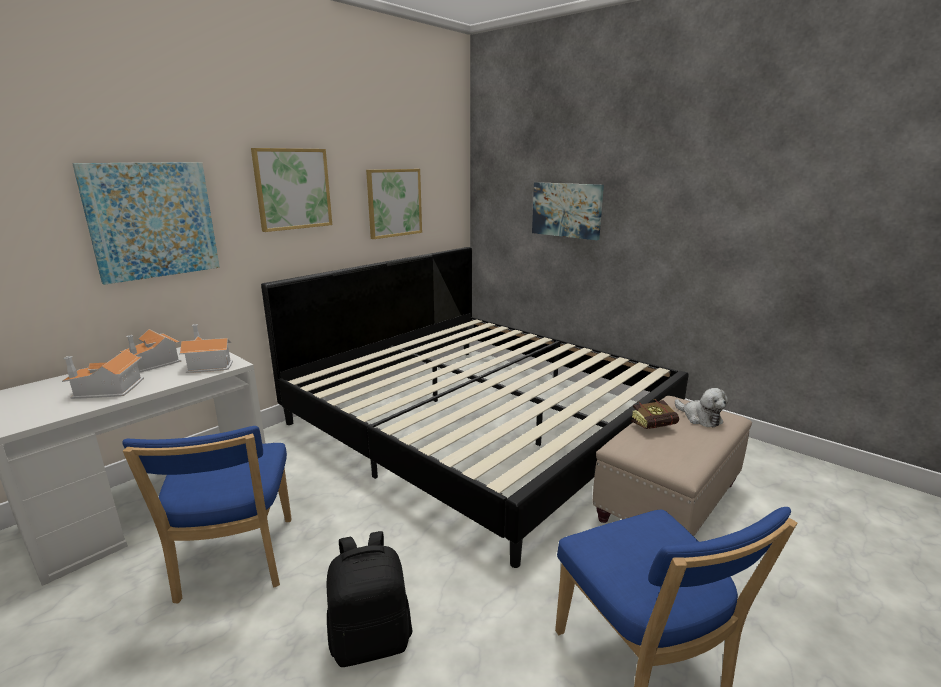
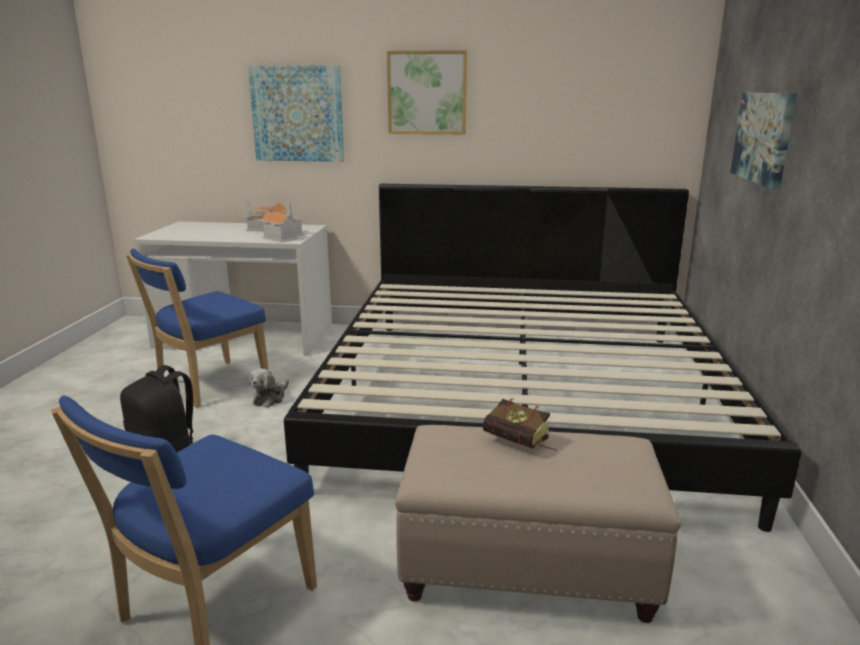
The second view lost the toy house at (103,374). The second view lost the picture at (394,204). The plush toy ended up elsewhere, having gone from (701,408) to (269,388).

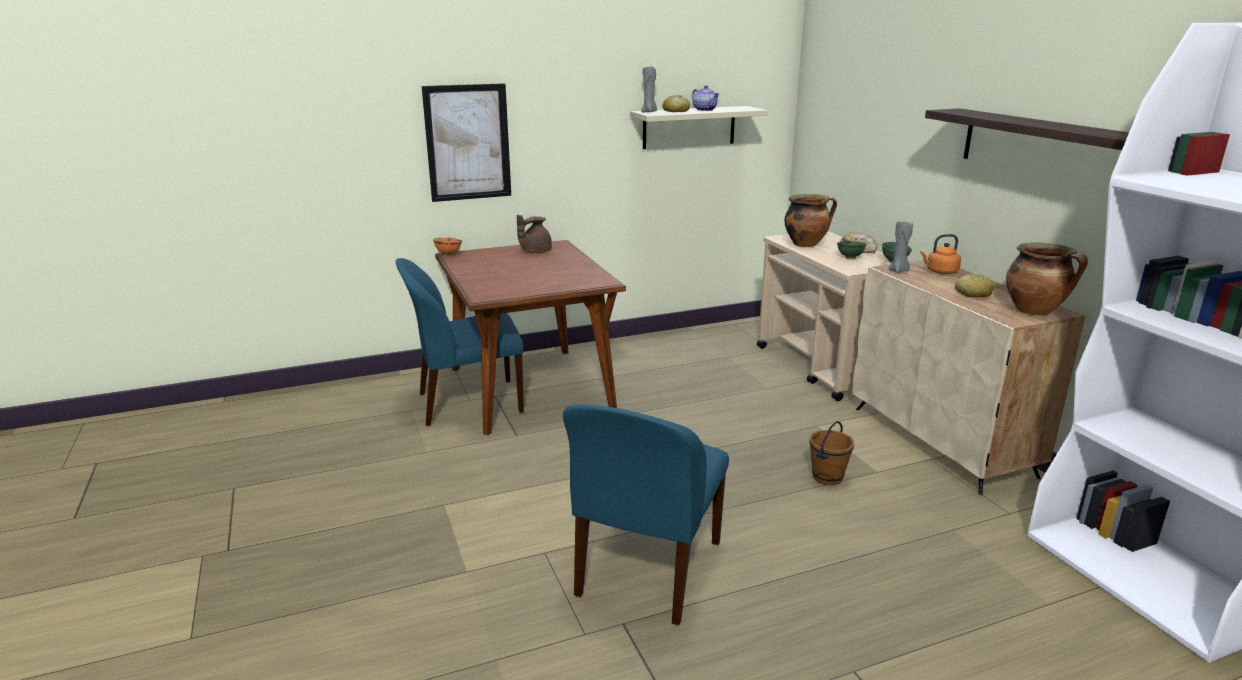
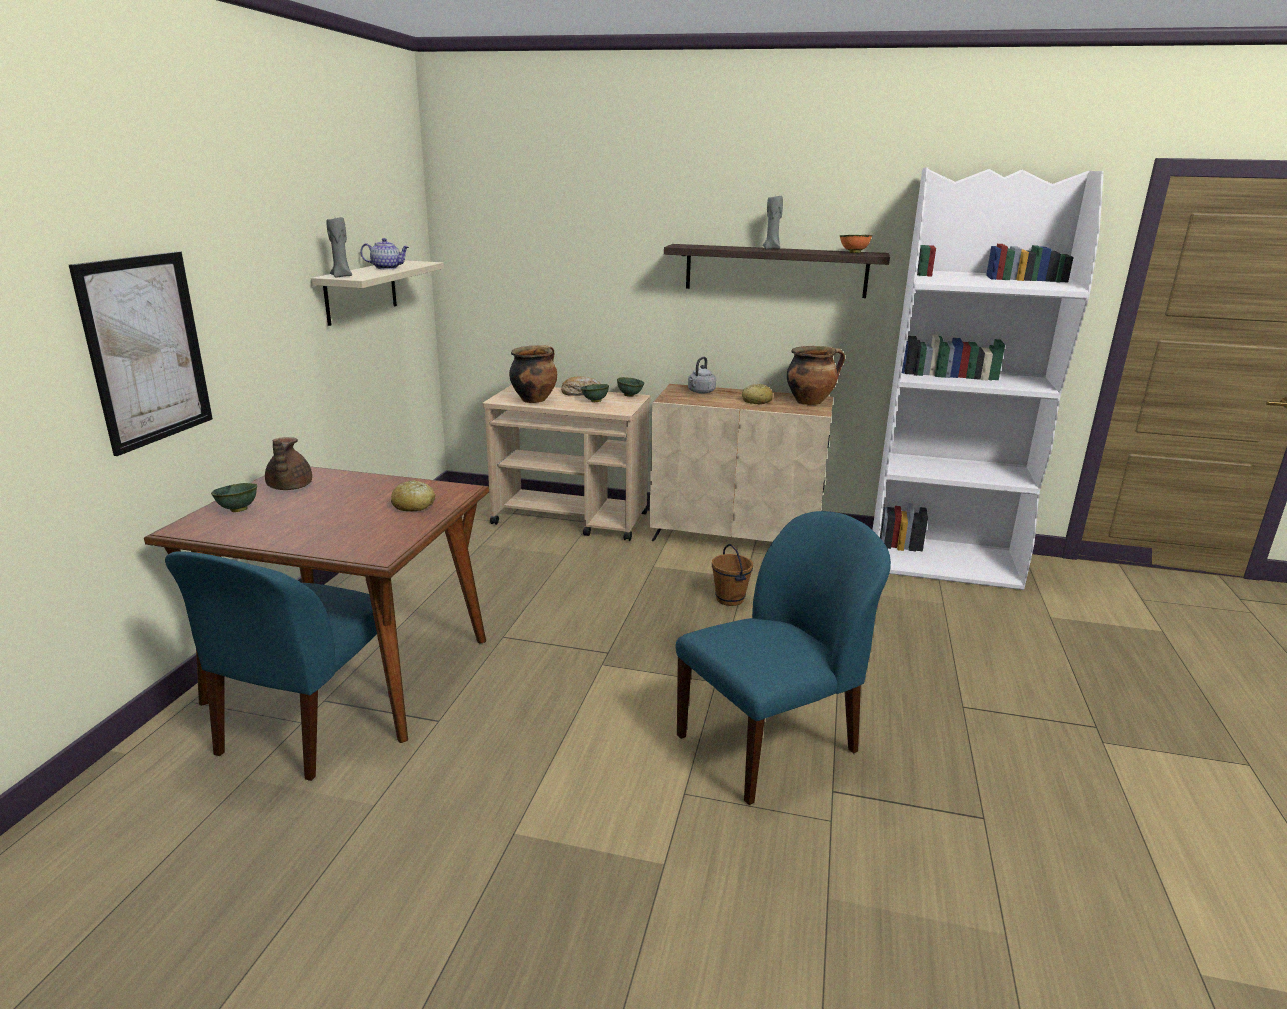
The second view gained the bowl/green at (234,497). The bowl/orange ended up elsewhere, having gone from (447,247) to (856,244). The bread ended up elsewhere, having gone from (676,103) to (413,495). The candle/grey ended up elsewhere, having gone from (901,247) to (773,223). What was the kettle/orange at (940,254) turned into the kettle/grey at (702,375). The chair/blue at (646,514) ended up facing another way, 90 degrees counterclockwise from before.

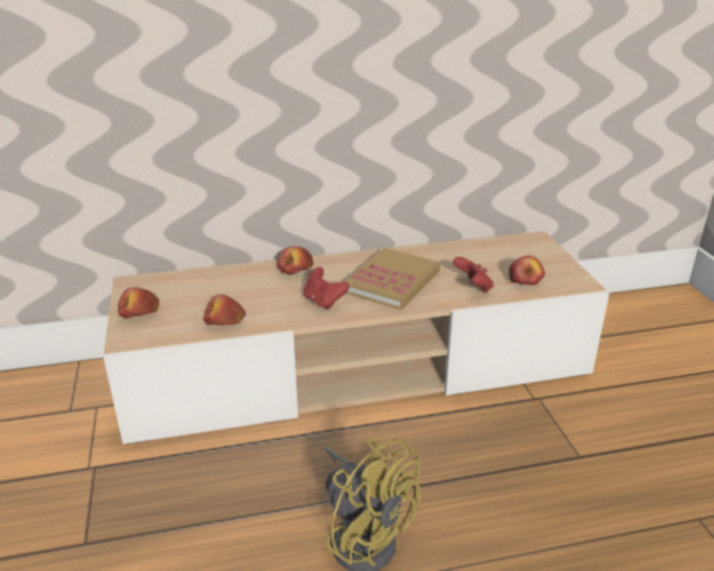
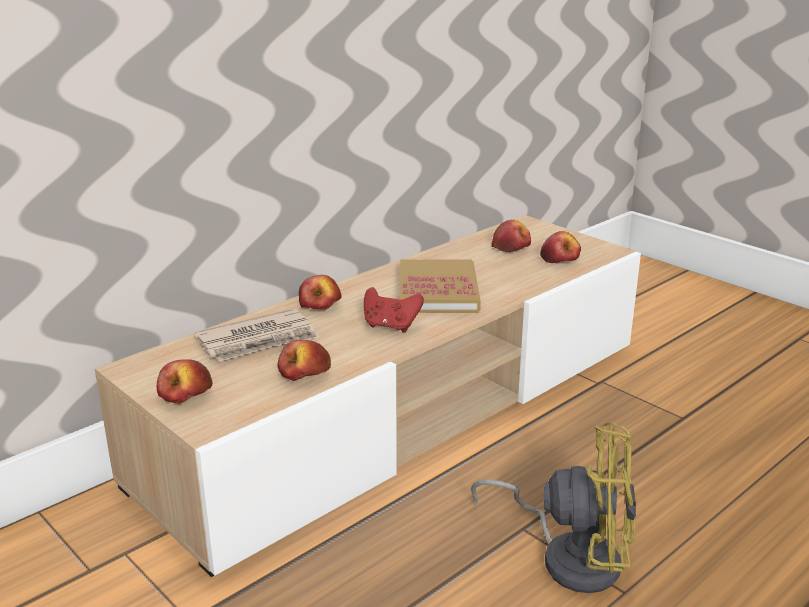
The second view lost the game controller/red at (473,275). The second view gained the newspaper at (257,335). The second view gained the apple at (511,236).

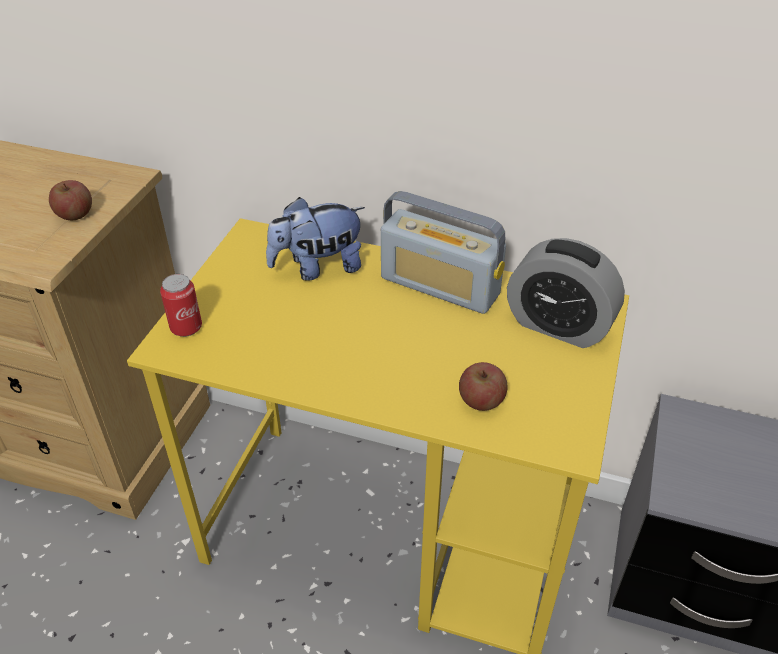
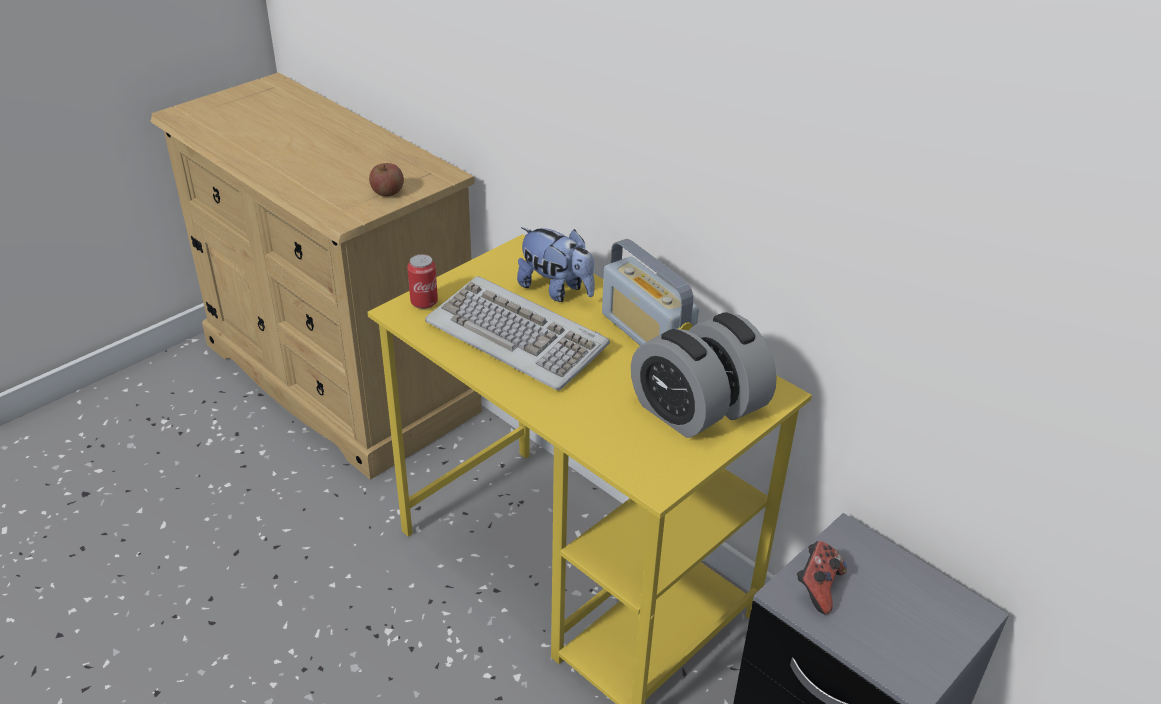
The second view lost the apple at (483,386). The second view gained the keyboard at (517,333). The second view gained the alarm clock at (681,383). The second view gained the game controller at (822,577). The plush toy at (315,239) ended up facing another way, 150 degrees counterclockwise from before.

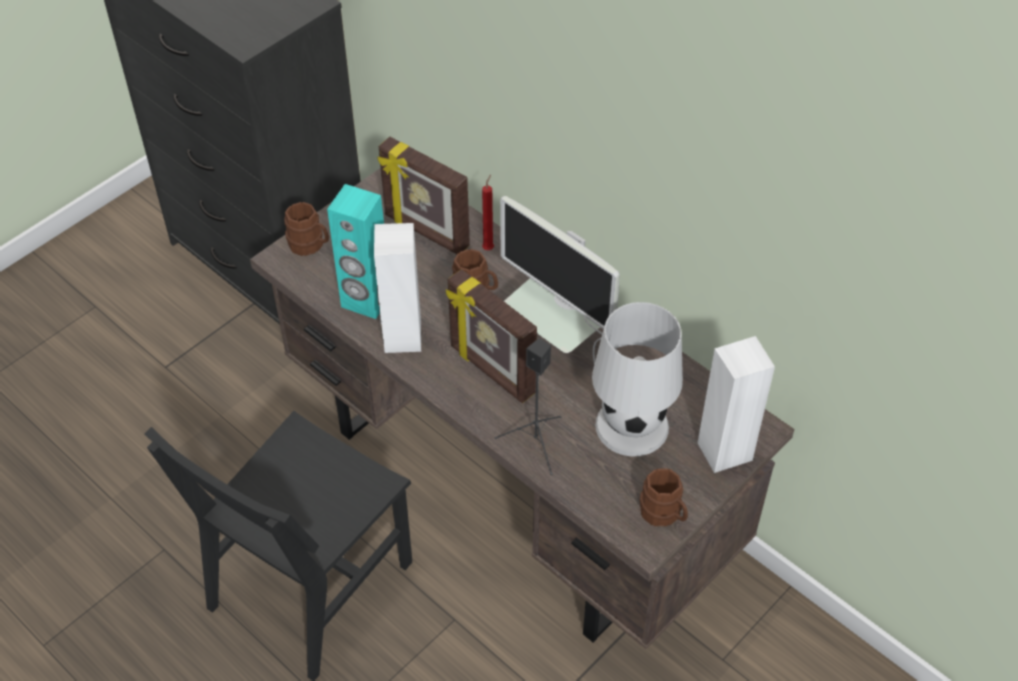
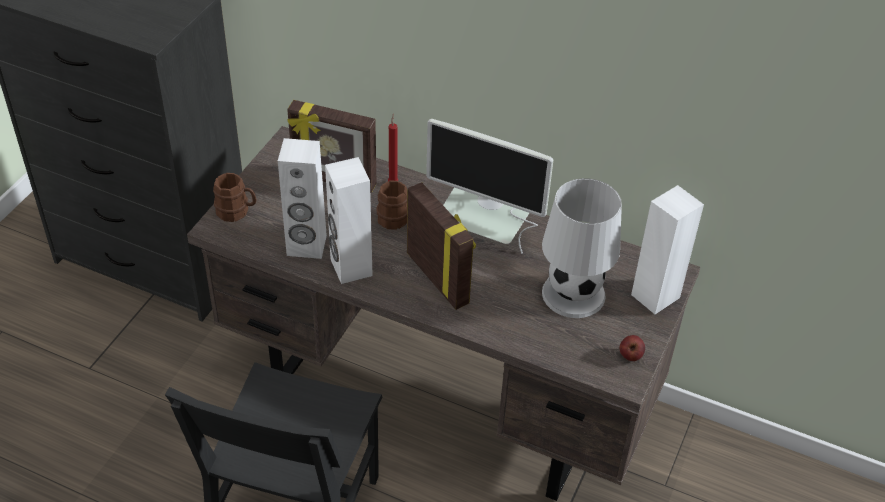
The second view lost the speaker/black at (528,406). Where the mug/brown stood at (664,497), the apple came to stand at (632,348). What was the speaker/turquoise at (355,251) turned into the speaker/white at (302,198). The picture frame at (491,336) ended up facing another way, 150 degrees counterclockwise from before.

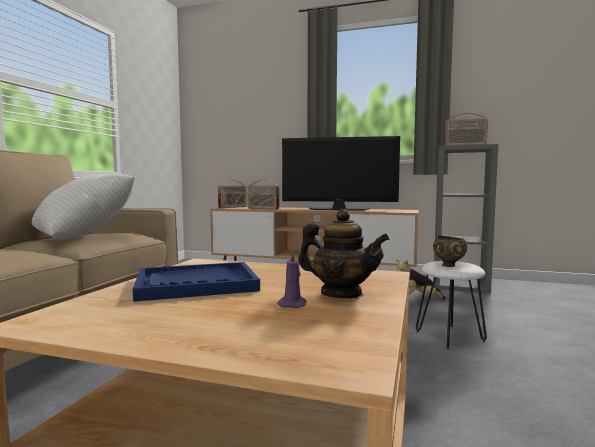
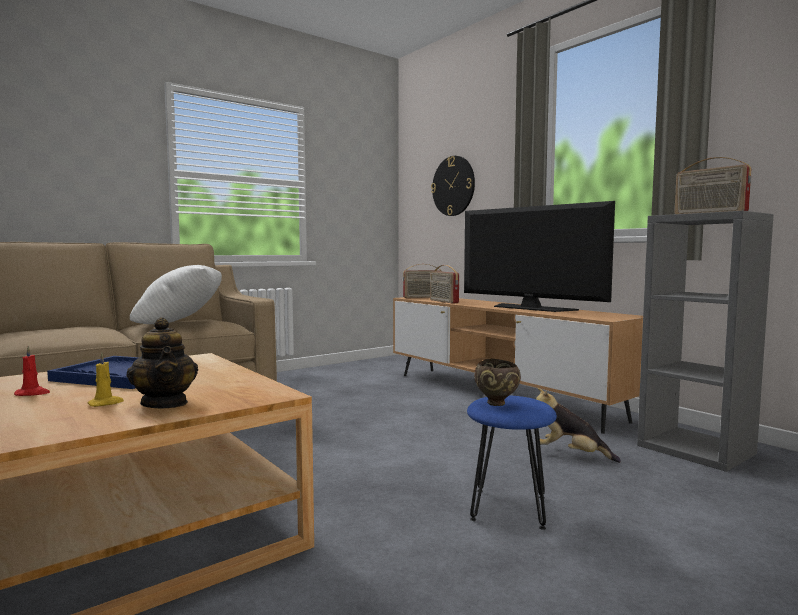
The second view gained the candle/red at (32,371). The second view gained the wall clock at (453,186). What was the candle/purple at (292,278) turned into the candle/yellow at (105,380). What was the stool/white at (451,305) turned into the stool/blue at (512,462).

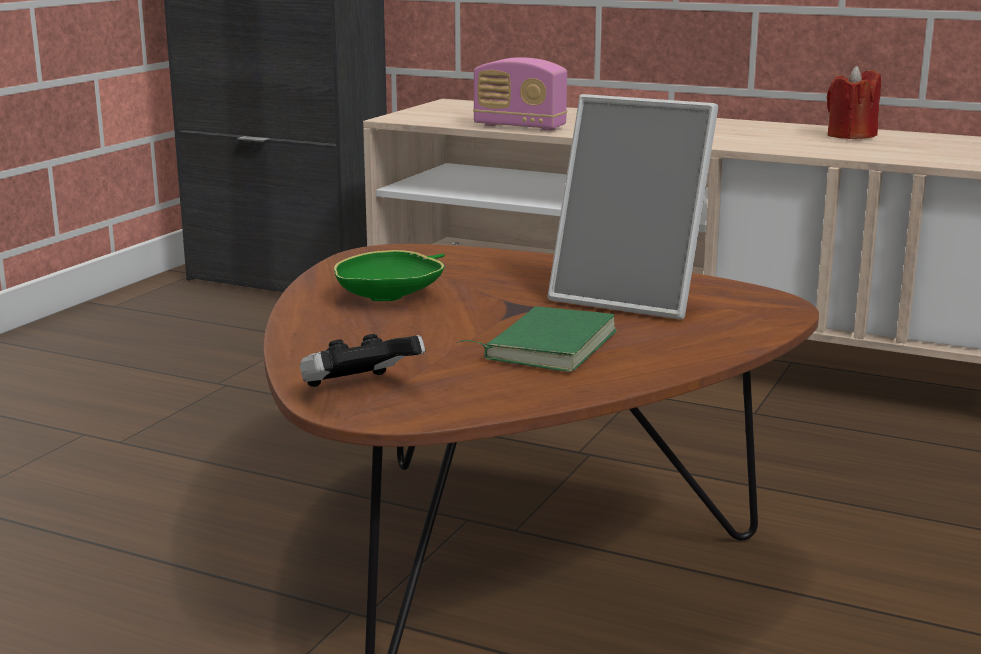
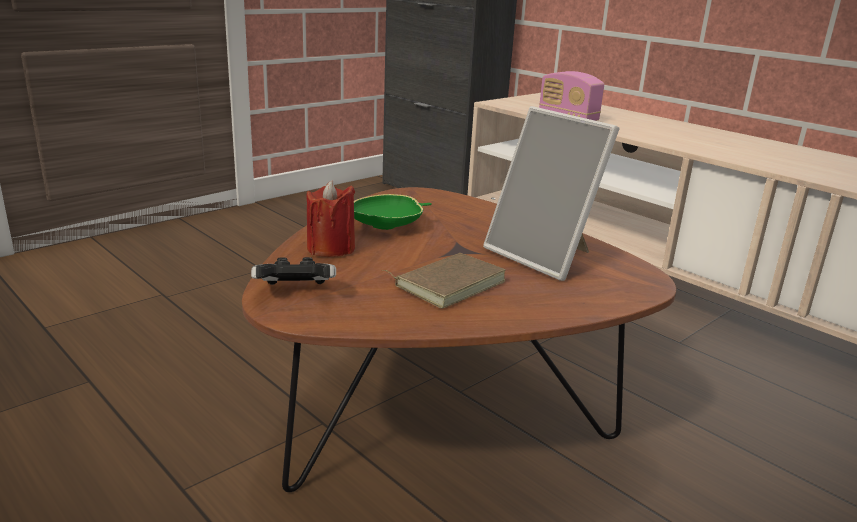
The candle/red ended up elsewhere, having gone from (854,102) to (331,218). What was the book/green at (536,339) turned into the book/brown at (444,281).

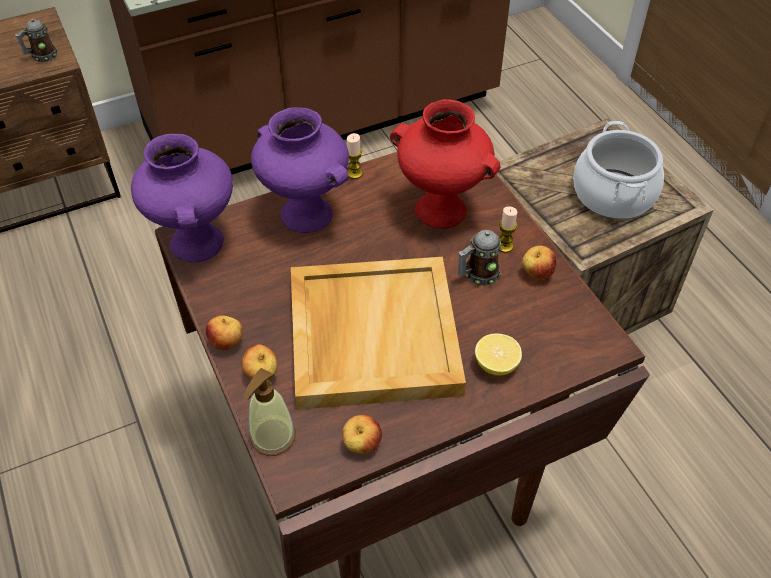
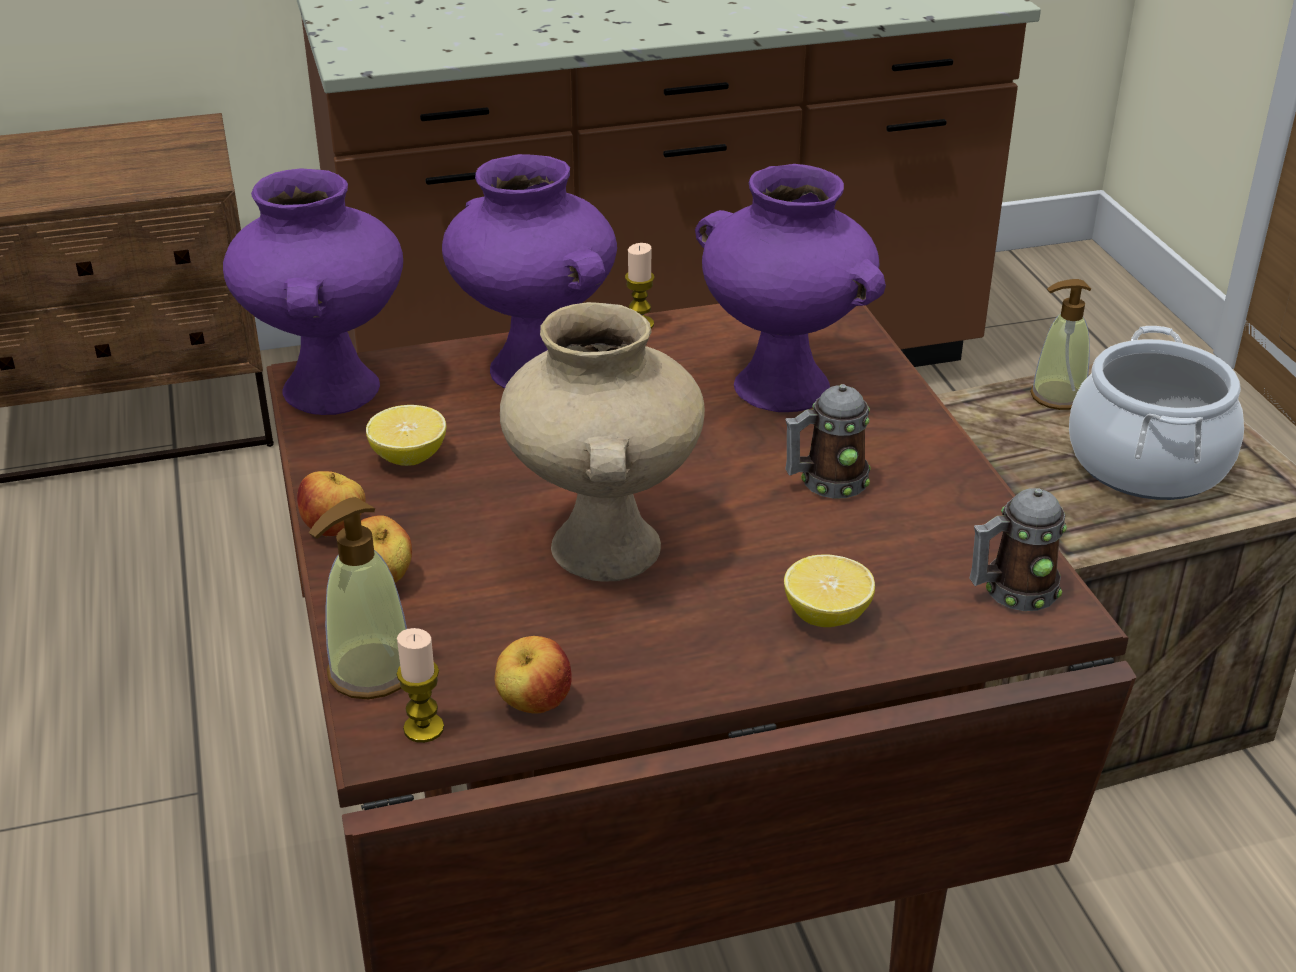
The second view lost the apple at (539,263). The second view gained the lemon at (406,435). The second view gained the soap dispenser at (1060,344). The mug ended up elsewhere, having gone from (36,40) to (1018,549). The candle ended up elsewhere, having gone from (508,229) to (420,685). Where the tray/beige stood at (378,333), the vase/beige came to stand at (602,442). What was the vase/red at (445,164) turned into the vase/purple at (790,288).

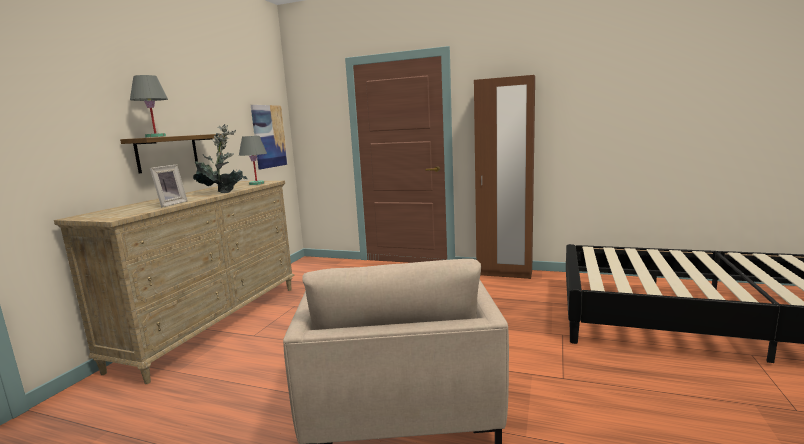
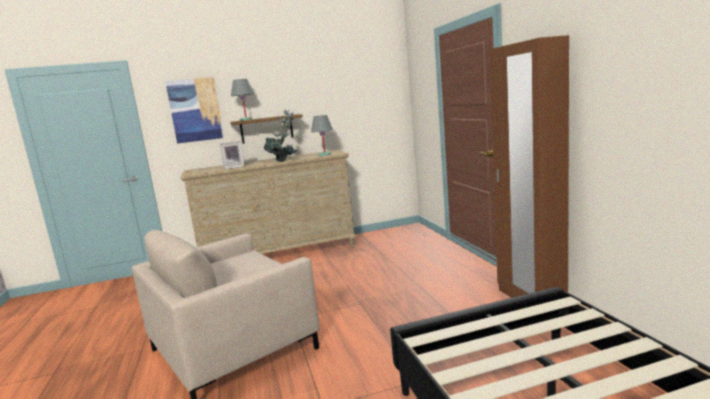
The picture ended up elsewhere, having gone from (269,137) to (194,110).

